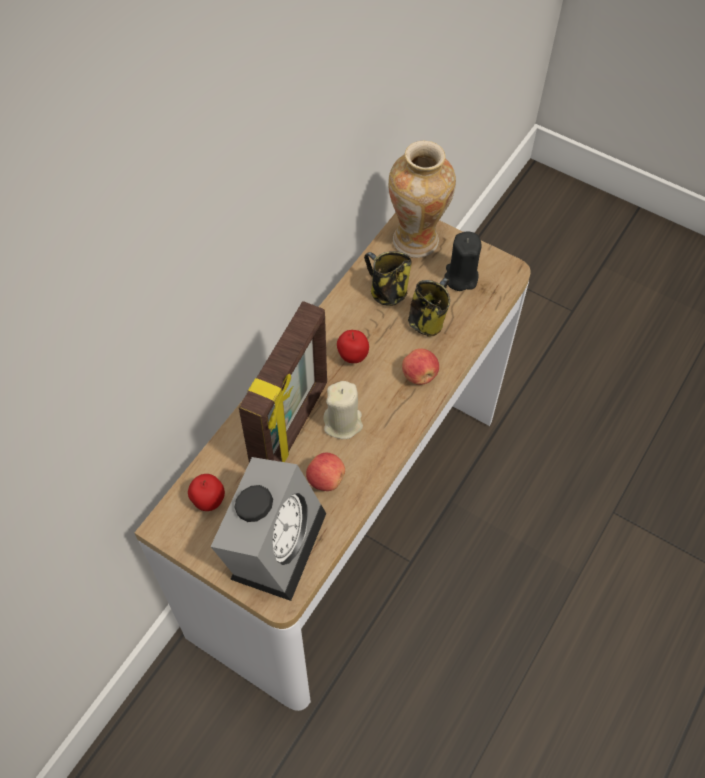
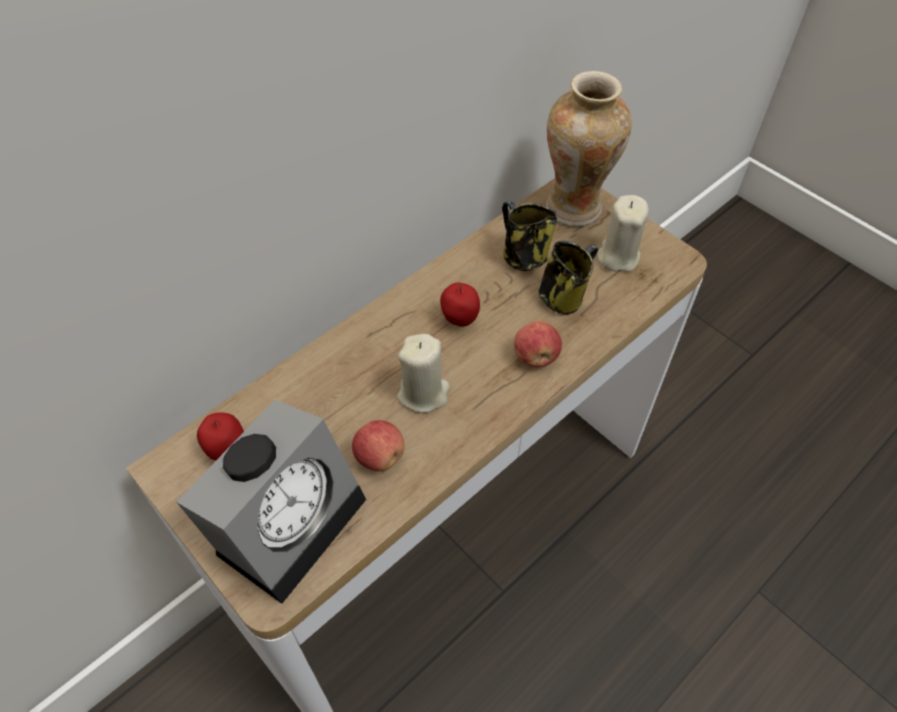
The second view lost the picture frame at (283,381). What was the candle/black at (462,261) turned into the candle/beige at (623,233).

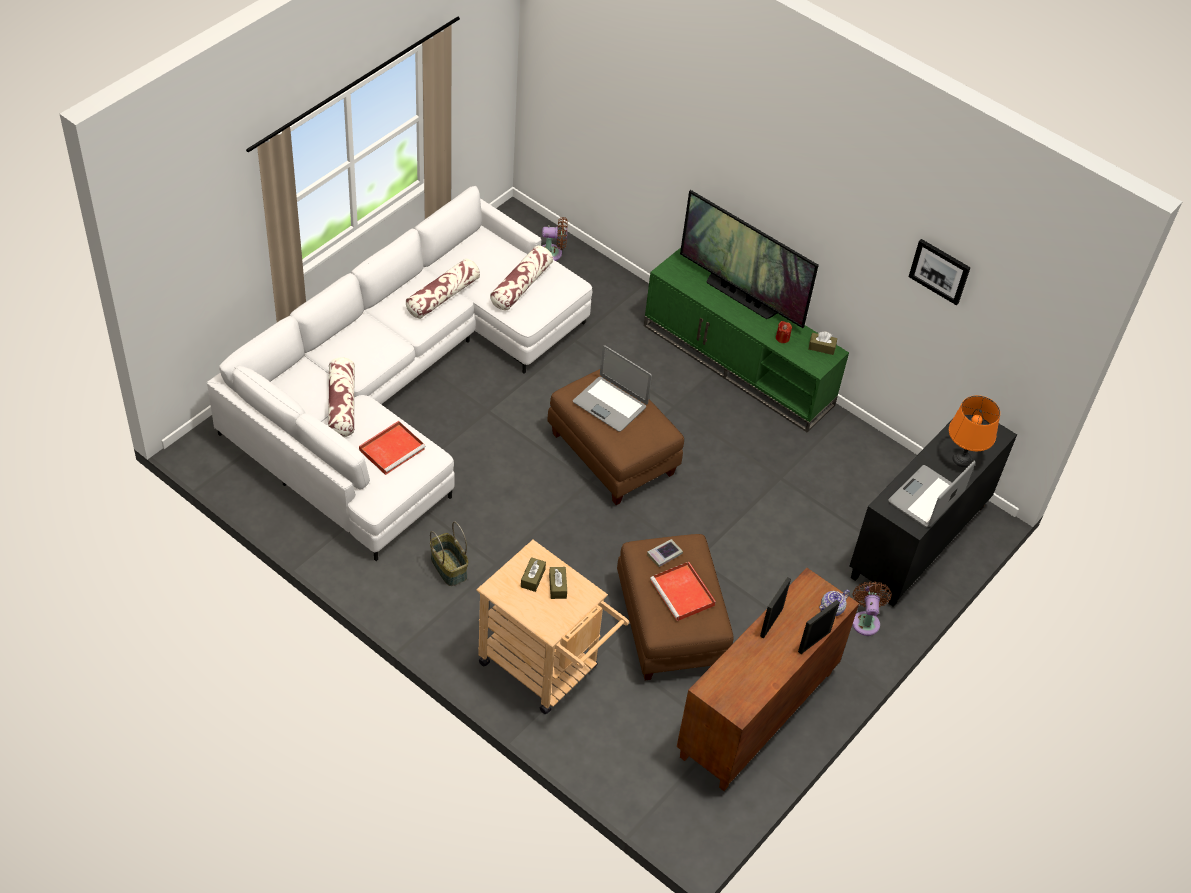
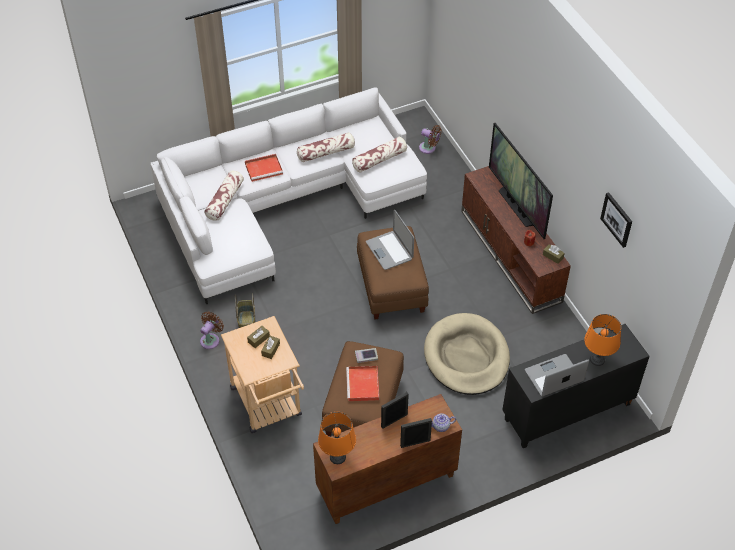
The second view gained the table lamp/orange at (337,438). The second view gained the dog bed/beige at (467,354). The tray/red ended up elsewhere, having gone from (392,448) to (264,168). The fan/brown ended up elsewhere, having gone from (872,608) to (212,330). What was the tv stand/green at (746,340) turned into the tv stand/brown at (516,240).

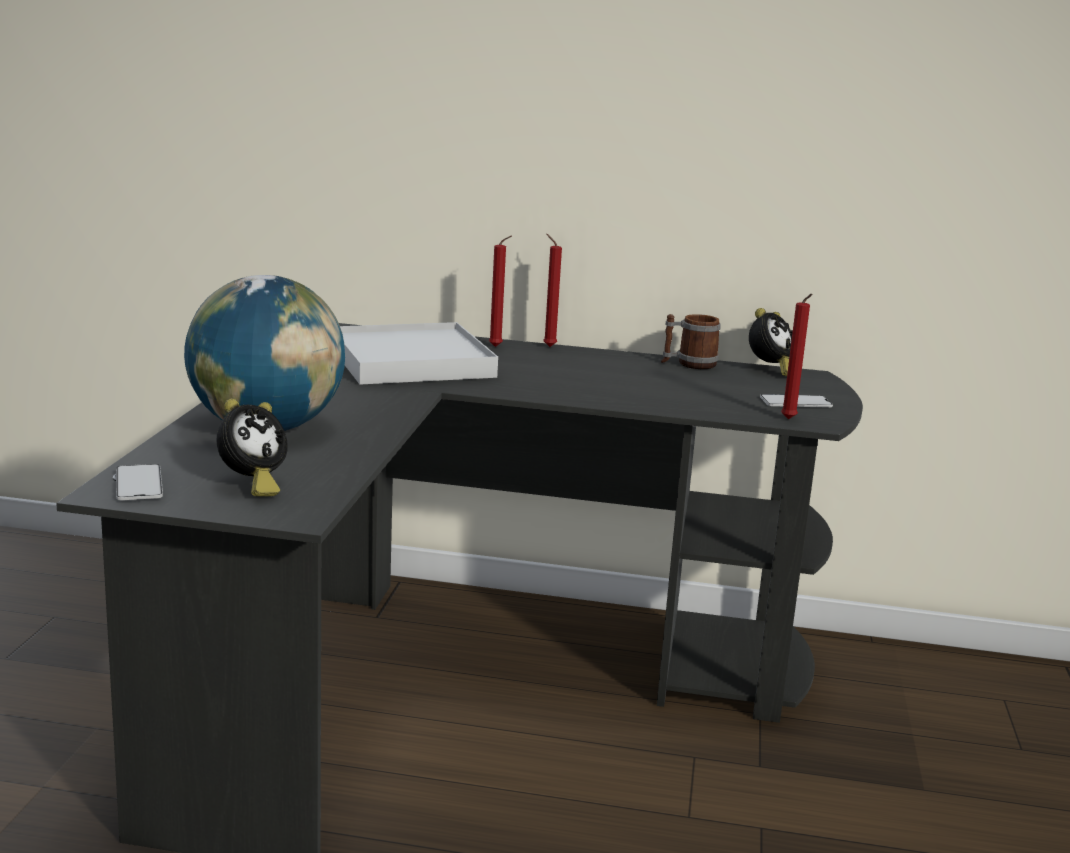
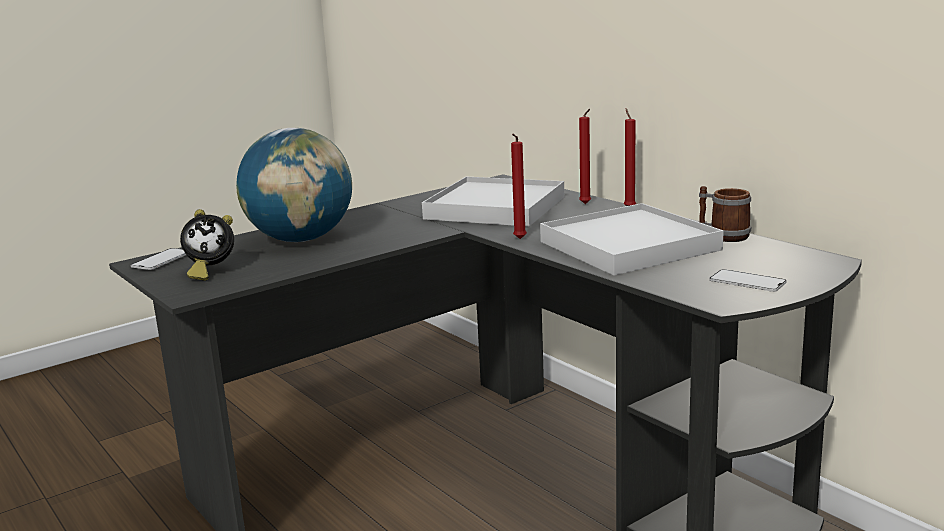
The second view lost the alarm clock at (771,342). The second view gained the tray/white at (632,239). The candle/red ended up elsewhere, having gone from (797,356) to (519,186).

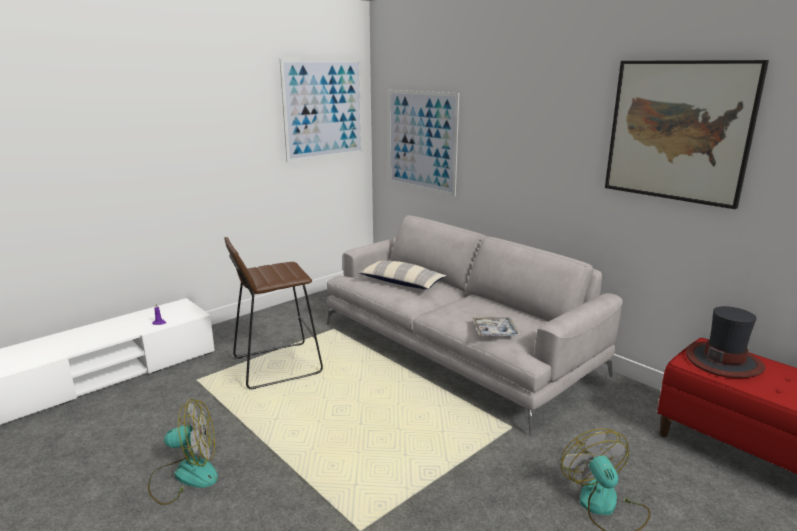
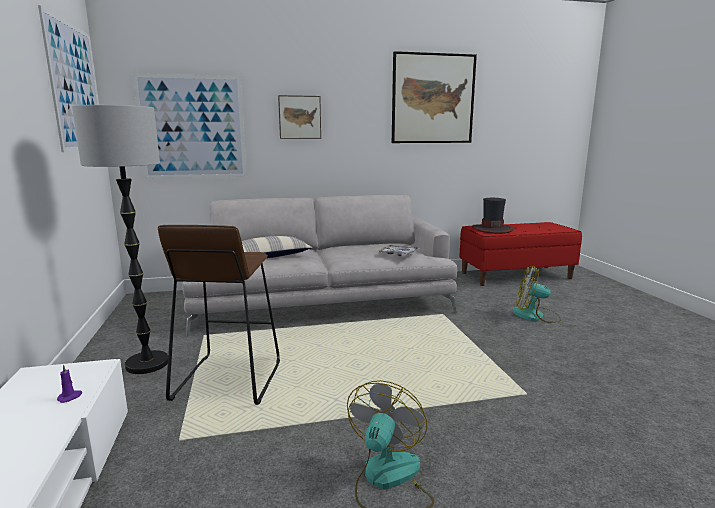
The second view gained the floor lamp at (120,239). The second view gained the picture at (299,117).

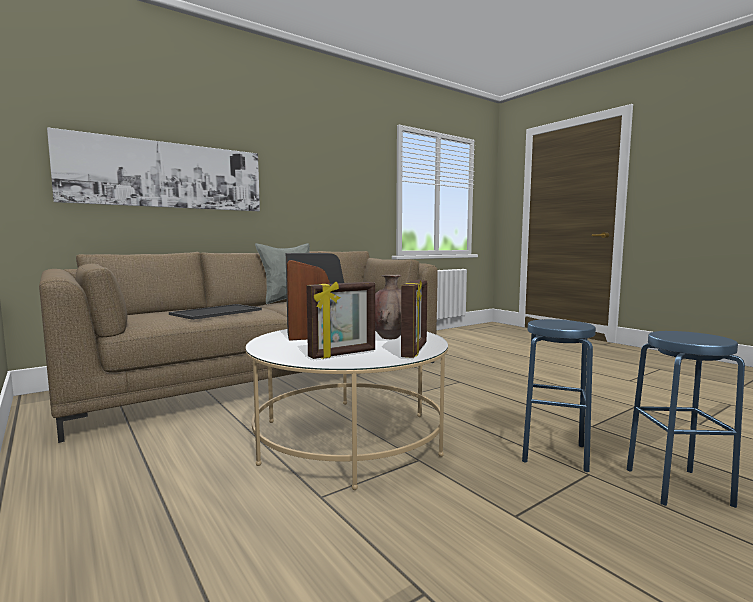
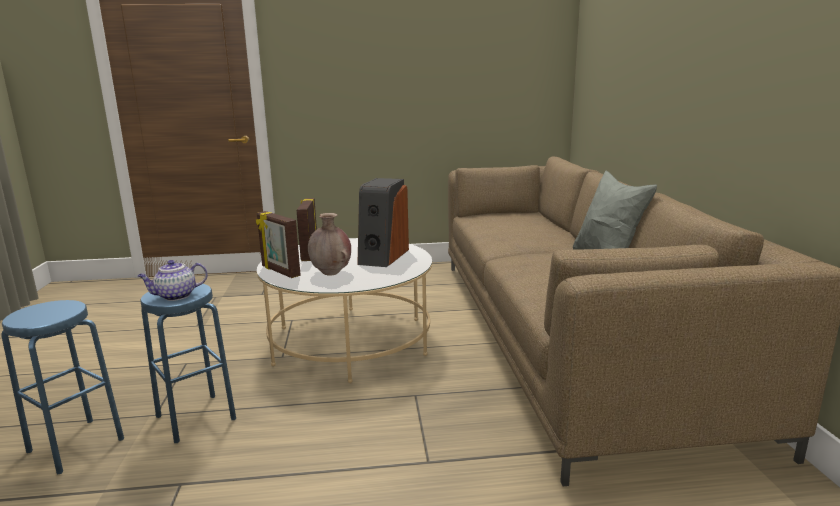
The second view lost the picture at (153,169). The second view lost the tray at (215,312). The second view gained the teapot at (172,280).

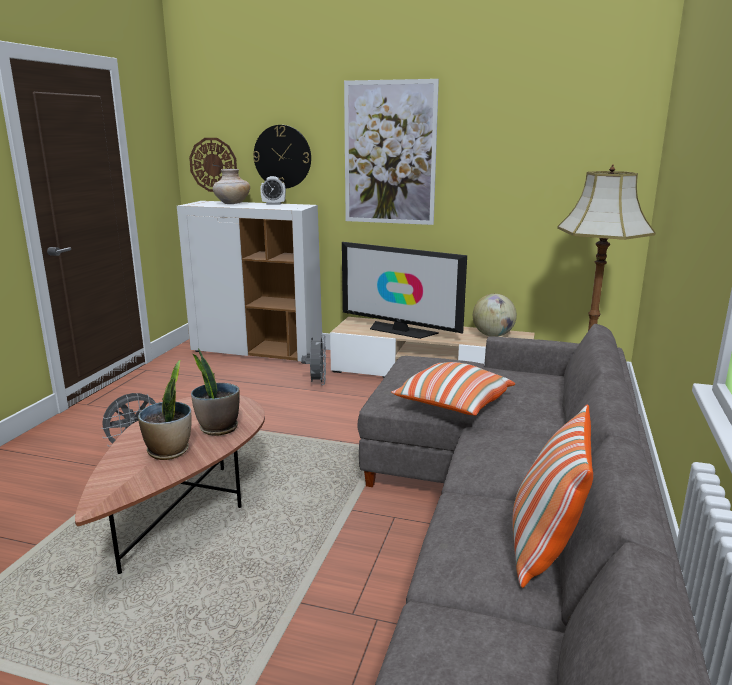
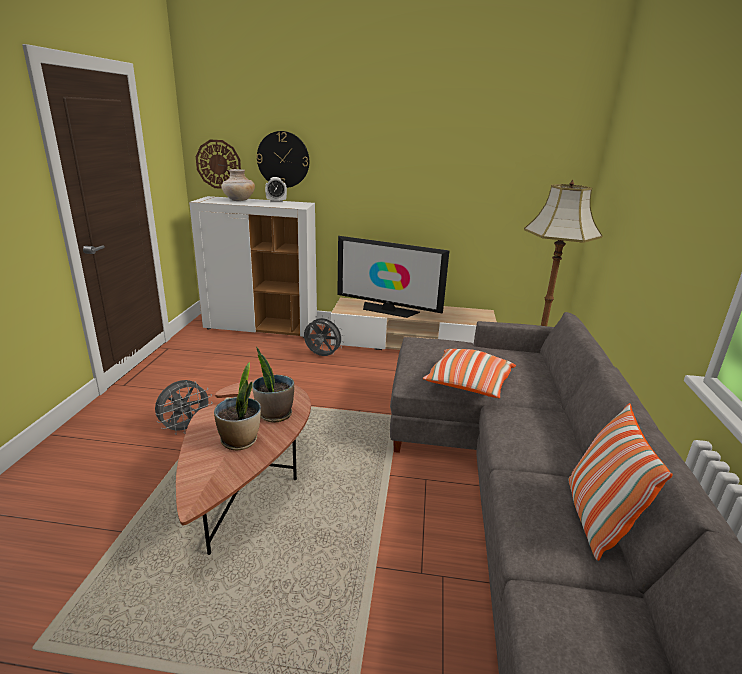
The second view lost the picture at (391,152). The second view lost the globe at (495,315). The fan/grey at (314,360) ended up facing another way, 60 degrees counterclockwise from before.

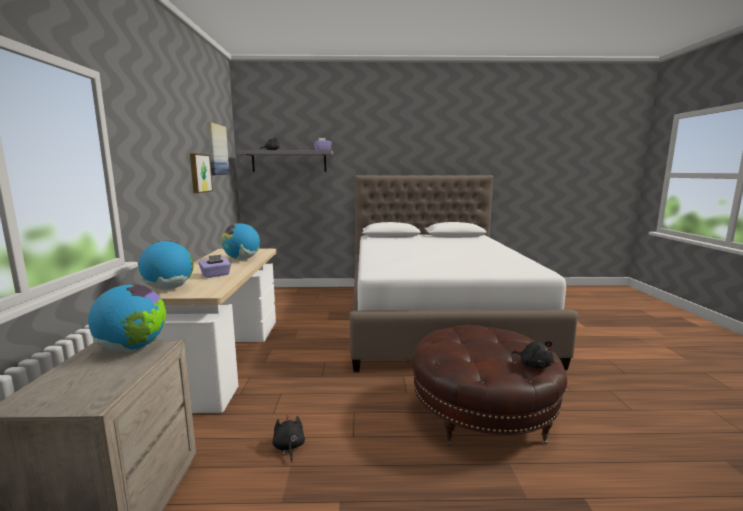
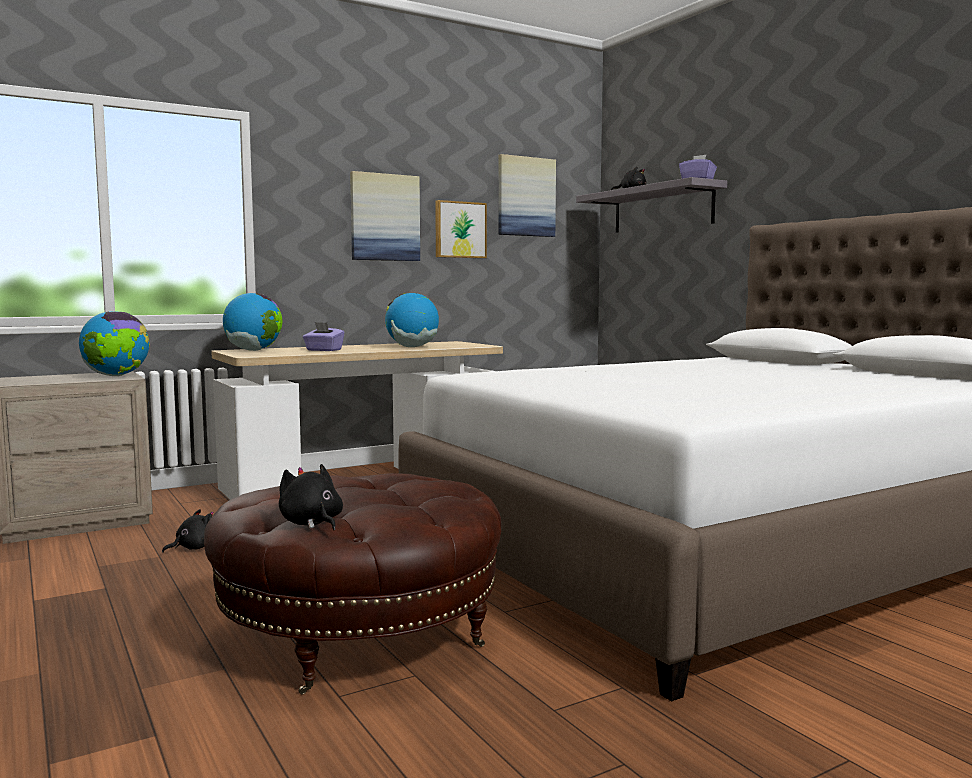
The second view gained the picture at (385,216). The plush toy/black at (533,355) ended up facing another way, 120 degrees clockwise from before.

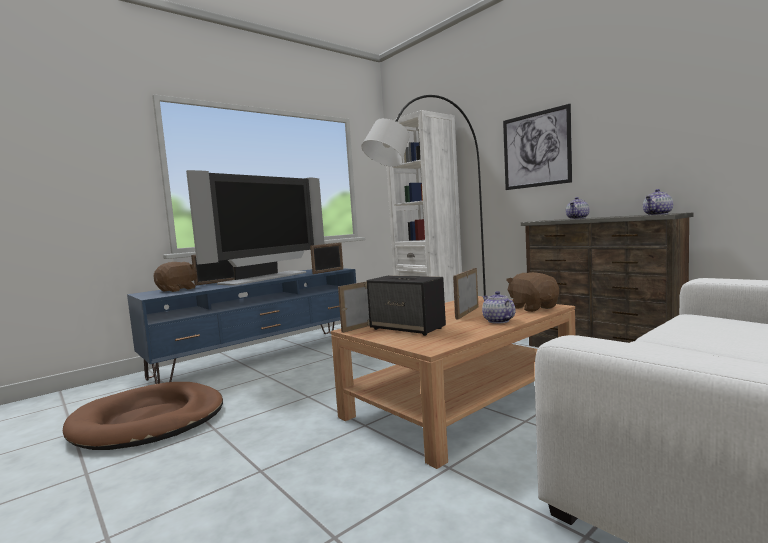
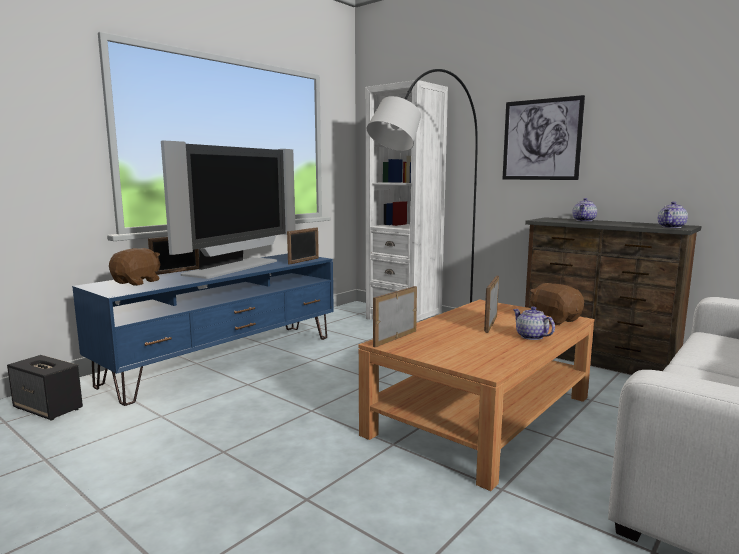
The second view lost the dog bed/brown at (143,416). The speaker ended up elsewhere, having gone from (406,305) to (45,388).

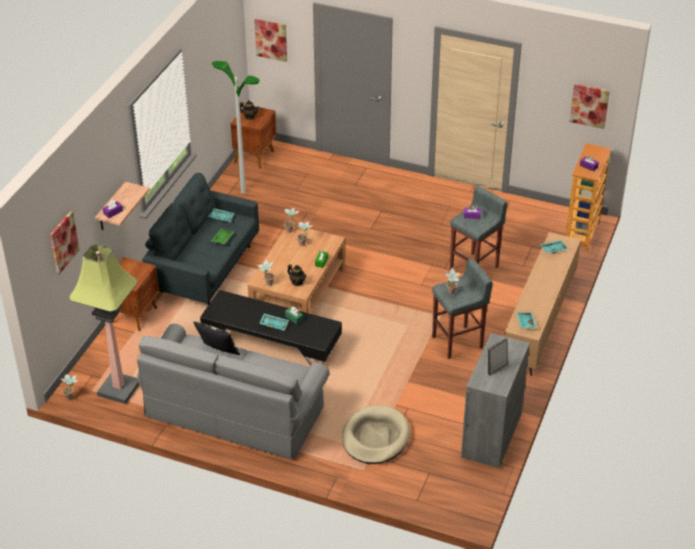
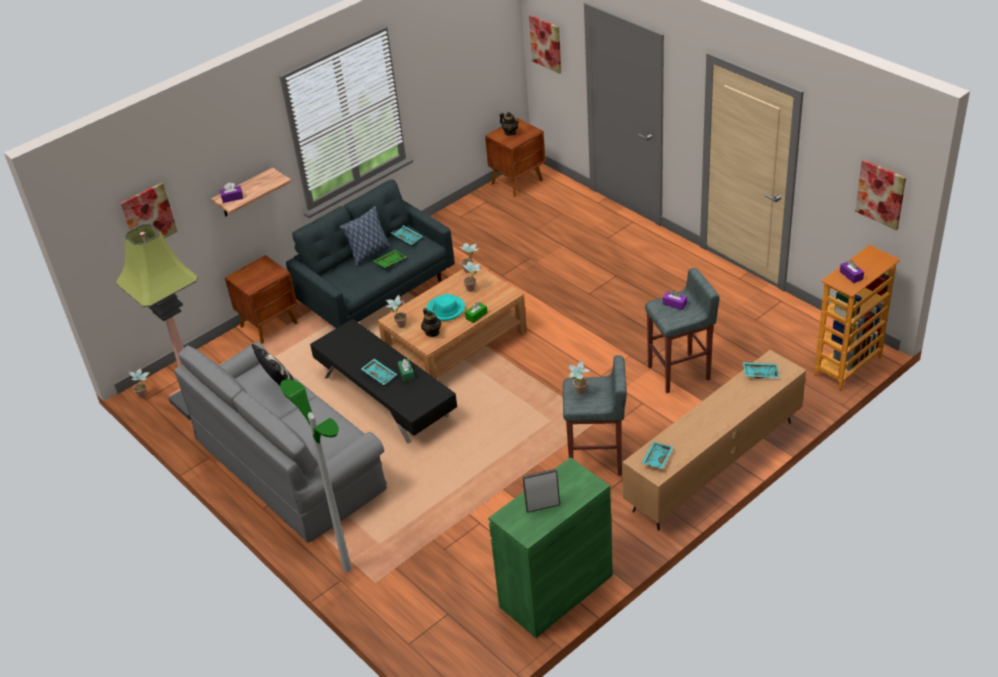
The second view lost the dog bed/beige at (376,434). The second view gained the pillow at (365,236). The second view gained the hat/turquoise at (445,307). The floor lamp ended up elsewhere, having gone from (236,127) to (316,476). What was the cabinet/grey at (495,400) turned into the cabinet/green at (550,547).

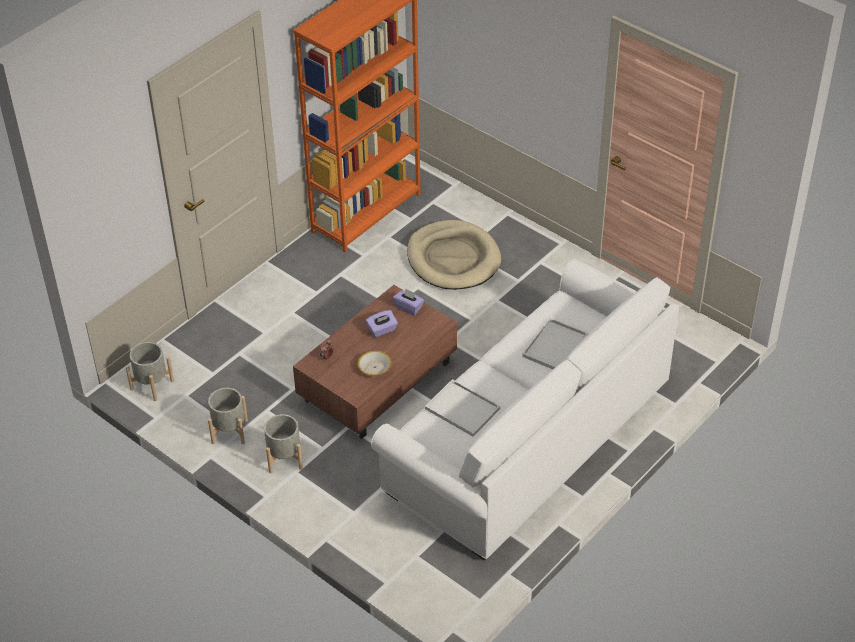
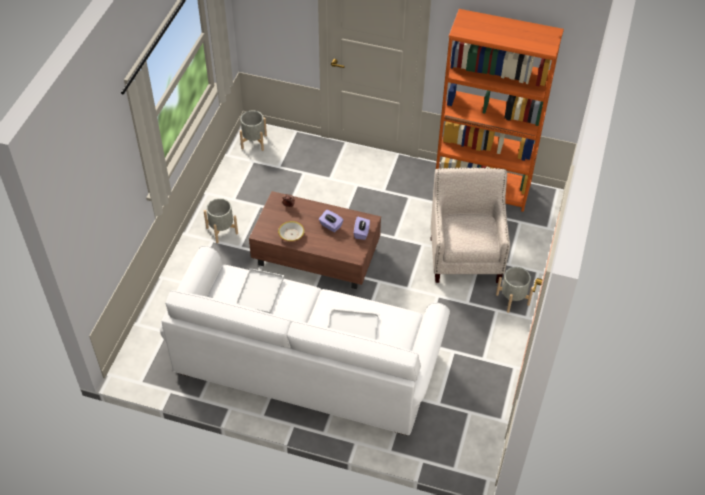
The planter/grey ended up elsewhere, having gone from (228,416) to (514,290). Where the dog bed/beige stood at (454,255), the armchair/beige came to stand at (470,225).

